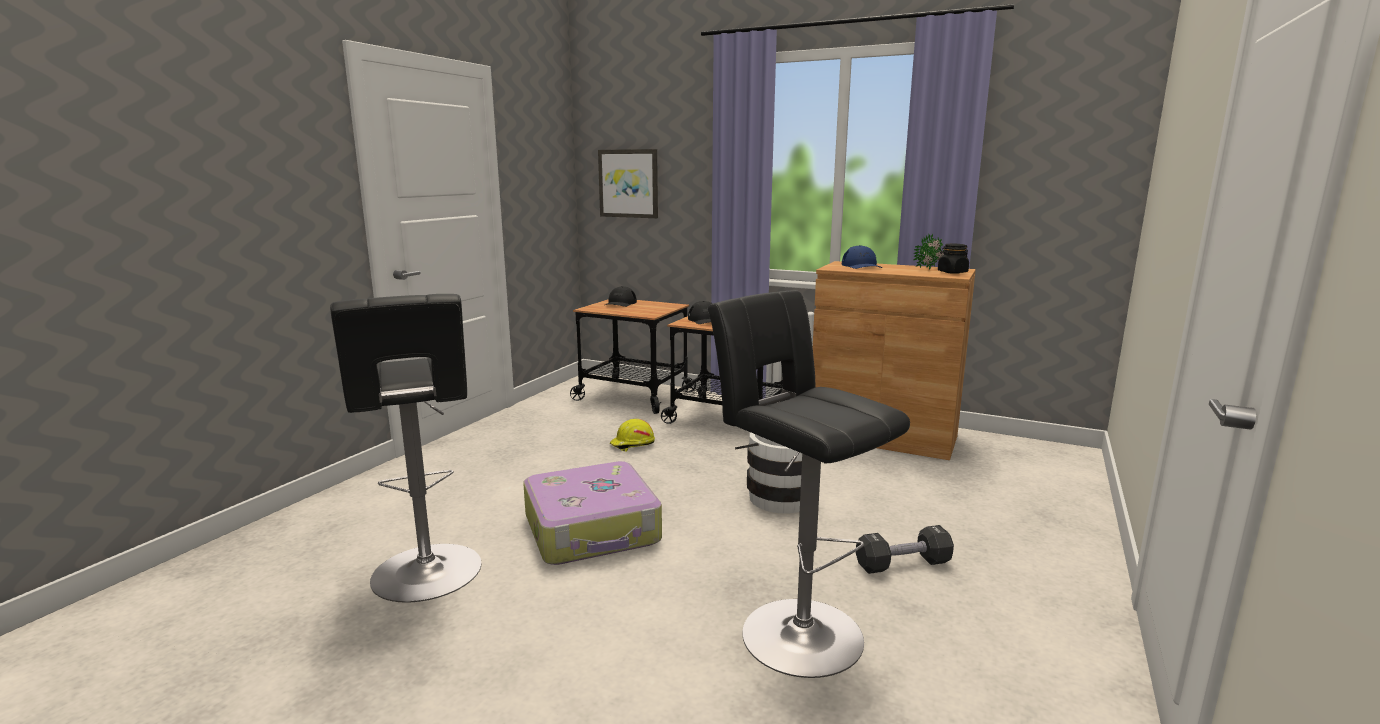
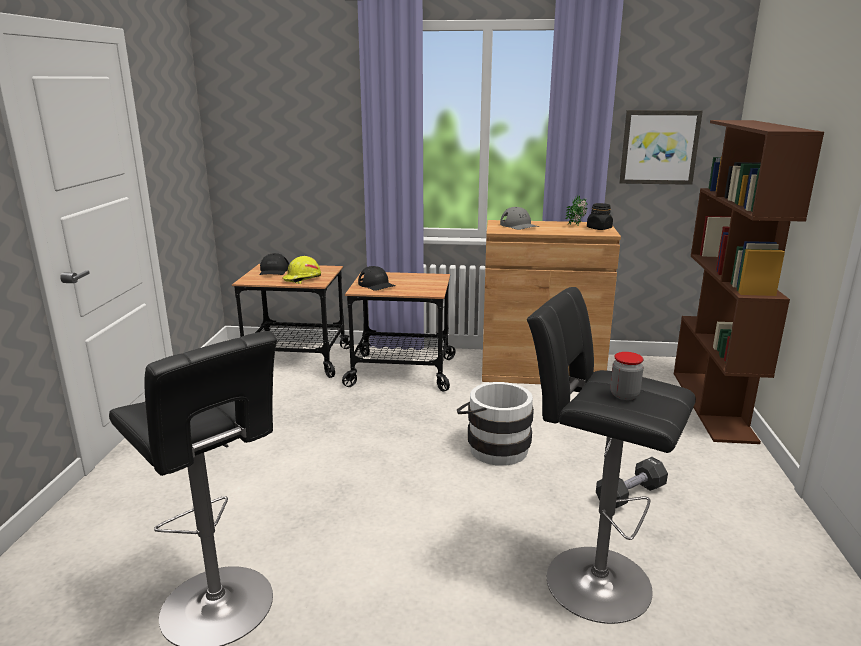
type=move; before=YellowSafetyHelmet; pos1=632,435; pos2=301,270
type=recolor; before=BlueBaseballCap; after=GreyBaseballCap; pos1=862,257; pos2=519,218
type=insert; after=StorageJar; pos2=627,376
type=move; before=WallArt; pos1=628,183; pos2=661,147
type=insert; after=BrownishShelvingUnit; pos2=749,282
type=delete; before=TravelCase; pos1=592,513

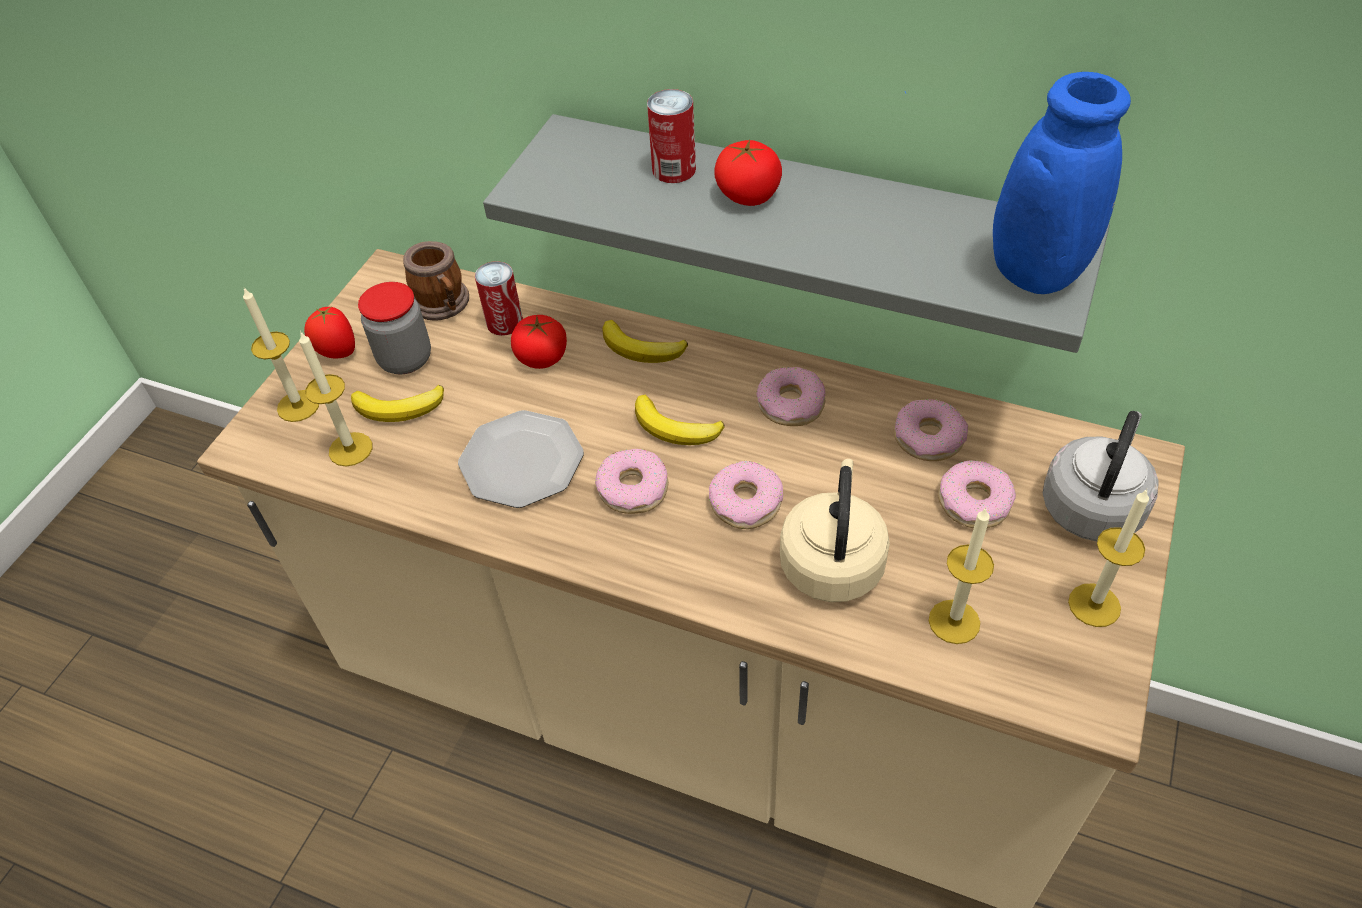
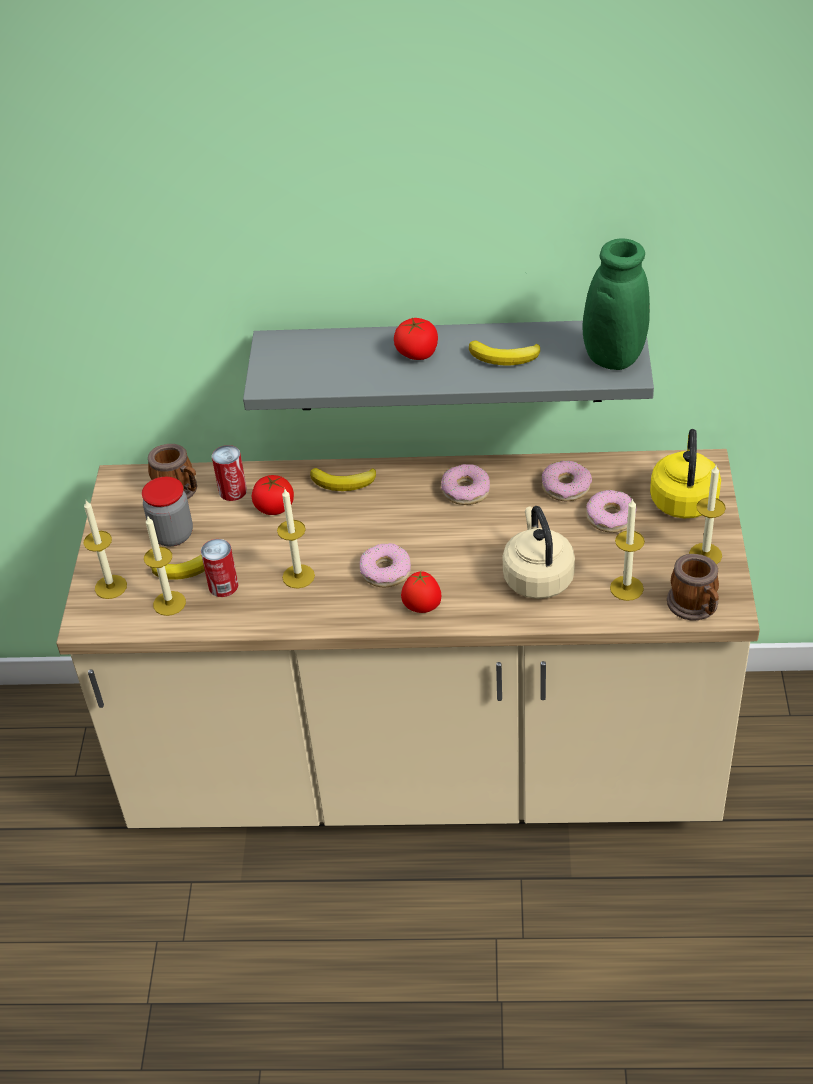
type=move; before=MetalCan; pos1=671,136; pos2=219,568
type=replace; before=DinnerPlate; after=Candle; pos1=521,459; pos2=296,538
type=move; before=FreshTomato; pos1=329,332; pos2=421,592
type=move; before=Banana; pos1=680,420; pos2=504,352
type=recolor; before=BlueFlowerVase; after=GreenishFlowerVase; pos1=1018,183; pos2=588,304
type=recolor; before=GreyTeaKettle; after=YellowTeaKettle; pos1=1100,476; pos2=685,473
type=insert; after=TeaMug; pos2=693,587
type=delete; before=Donut; pos1=746,495

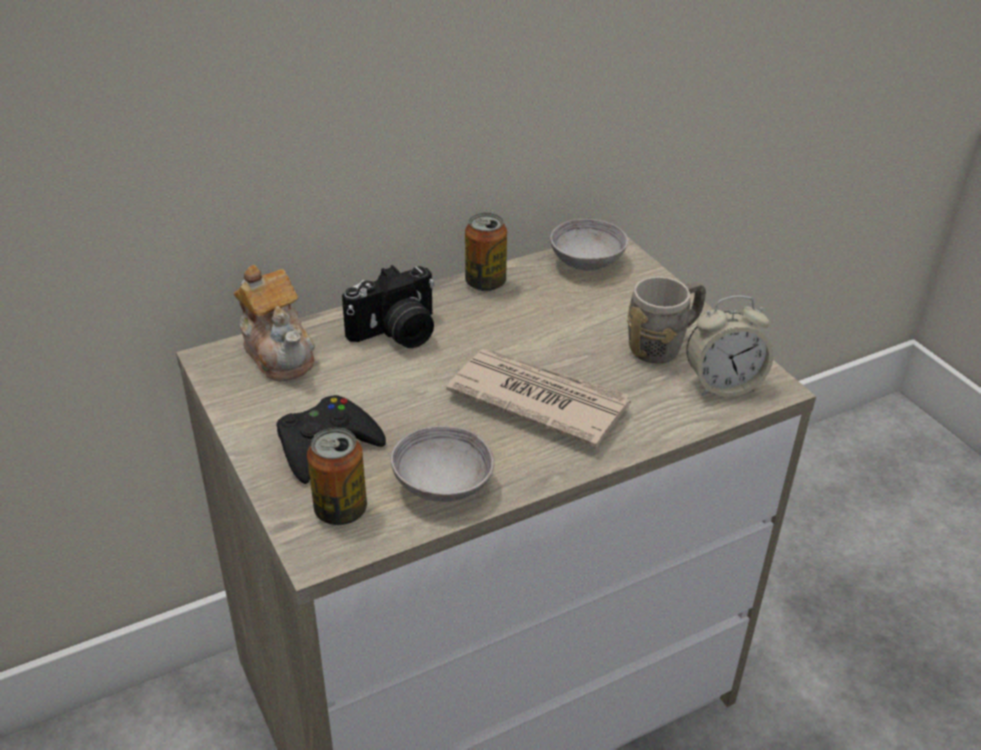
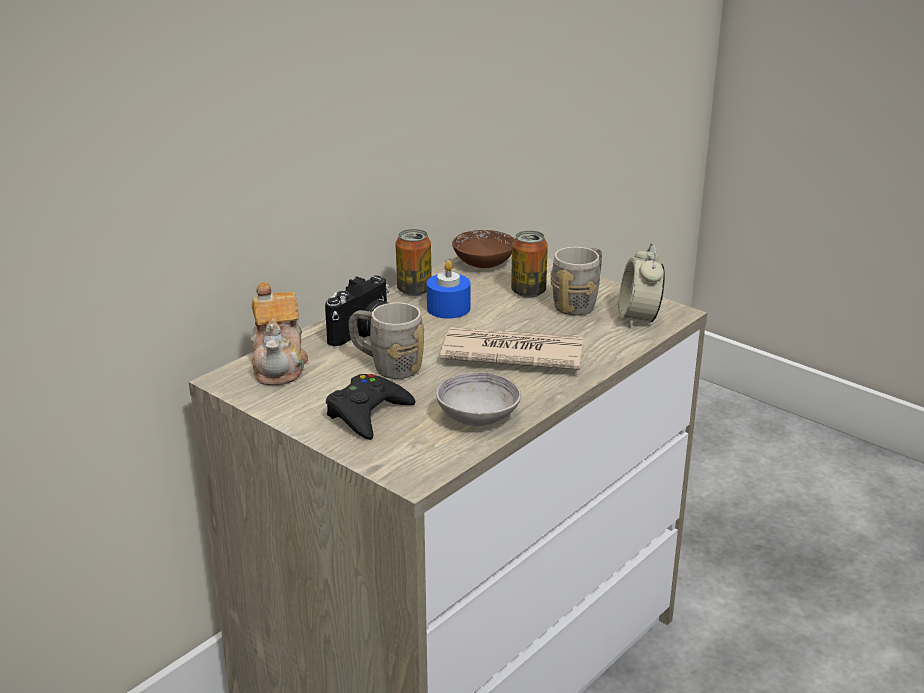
type=rotate; before=TeaPot; pos1=274,323; pos2=279,333; turn=45
type=insert; after=GreyTeaMug; pos2=386,341
type=insert; after=BlueCandle; pos2=449,290
type=recolor; before=GreyBowl; after=BrownishBowl; pos1=589,245; pos2=483,249
type=move; before=MetalCan; pos1=337,476; pos2=529,264
type=rotate; before=BedsideClock; pos1=729,346; pos2=642,285; turn=120

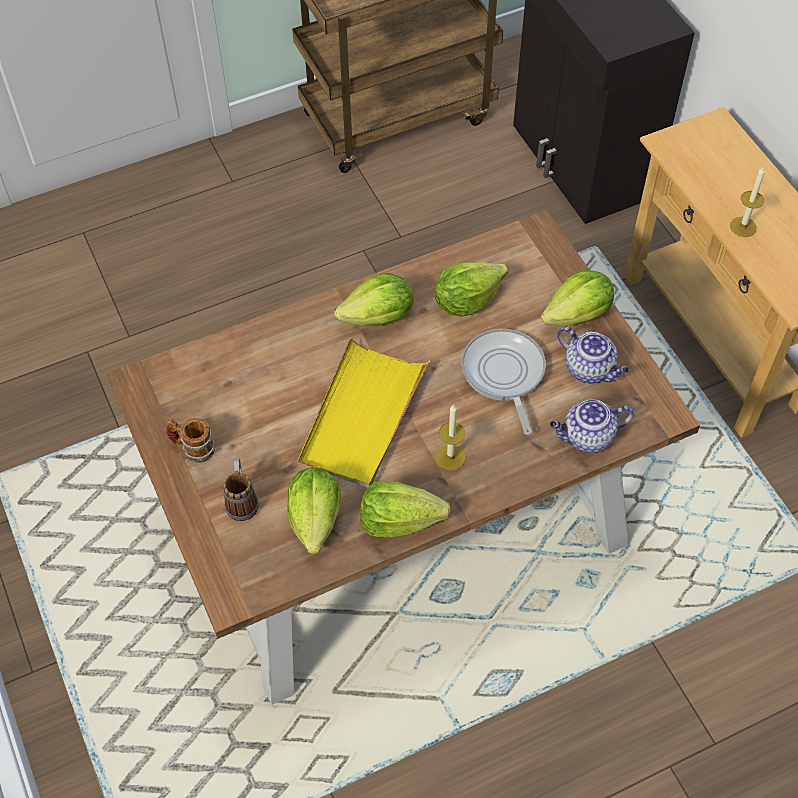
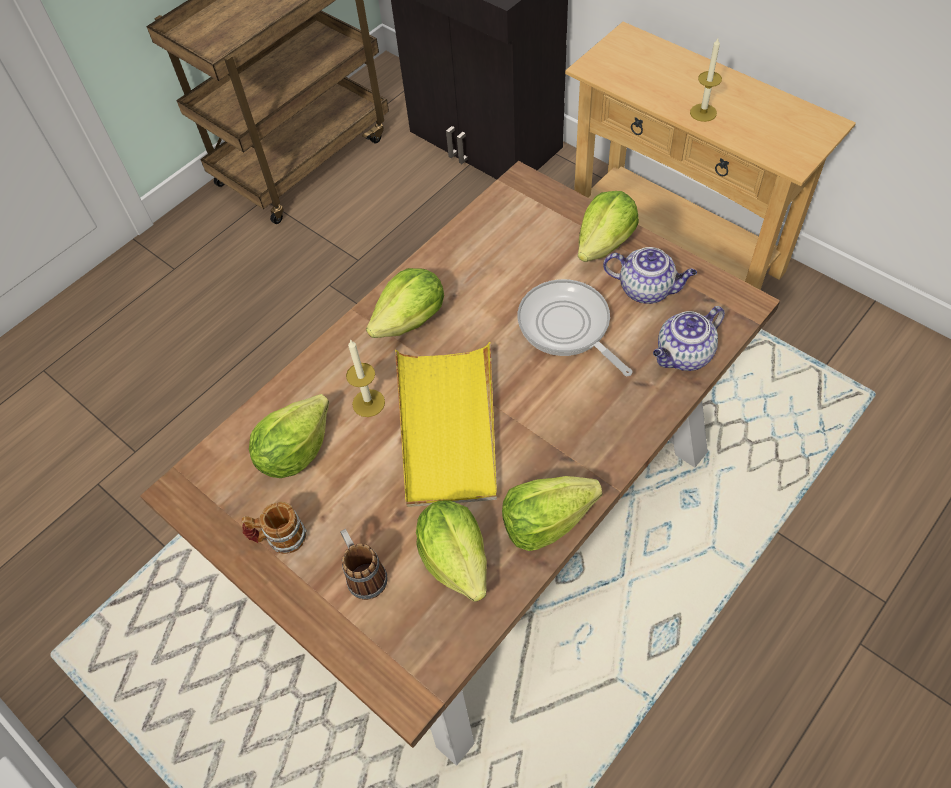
type=move; before=Lettuce; pos1=471,289; pos2=289,436
type=move; before=Candle; pos1=451,437; pos2=365,378

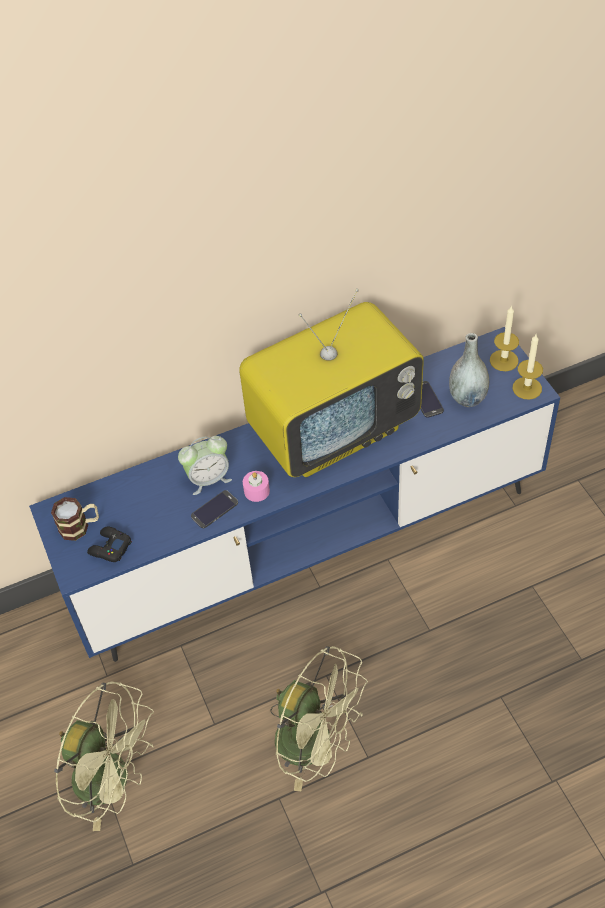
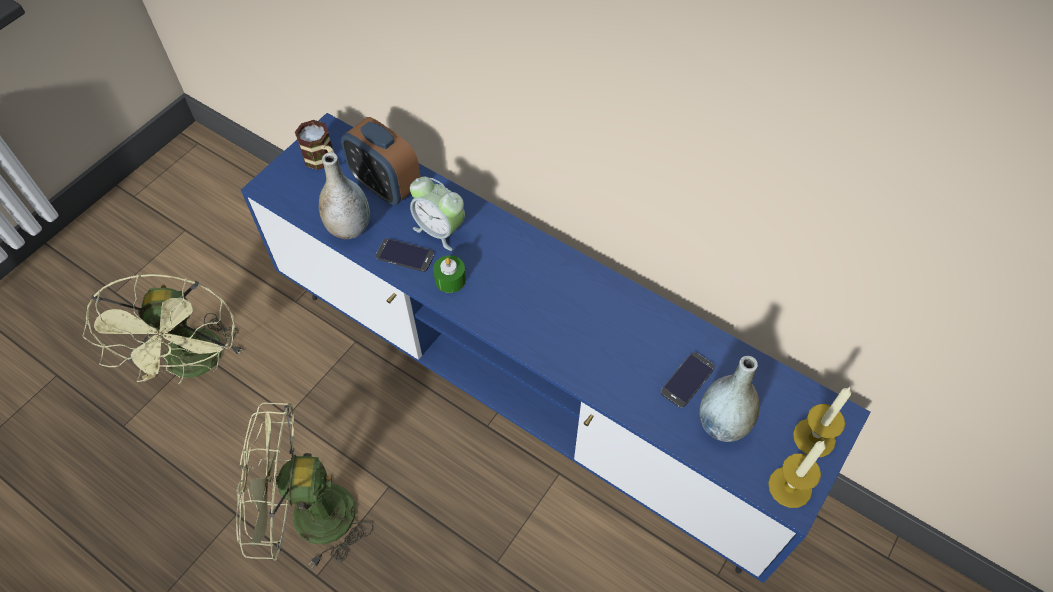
type=rotate; before=GreenishElectricFan; pos1=319,718; pos2=304,485; turn=90
type=insert; after=GreyFlowerVase; pos2=344,195
type=insert; after=BedsideClock; pos2=381,161
type=recolor; before=PinkishCandle; after=GreenishCandle; pos1=256,486; pos2=449,274
type=delete; before=BlackColouredGameController; pos1=109,544
type=delete; before=TvSet; pos1=332,383

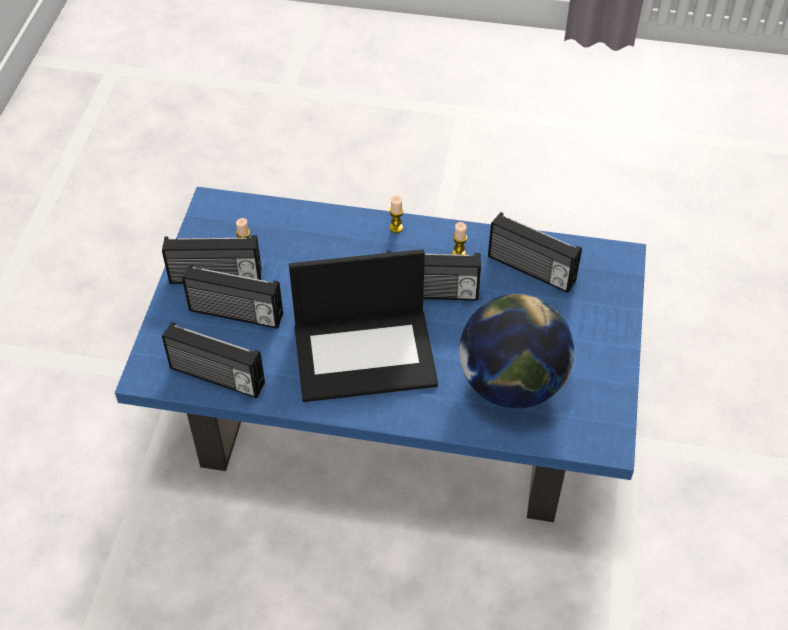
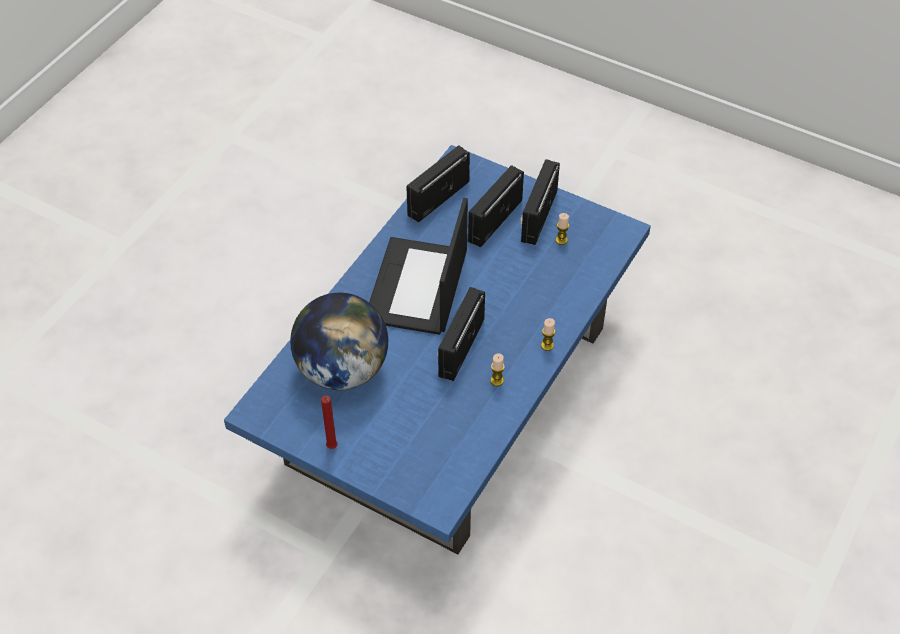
type=insert; after=ReddishCandle; pos2=329,422
type=delete; before=RadioSet; pos1=535,252

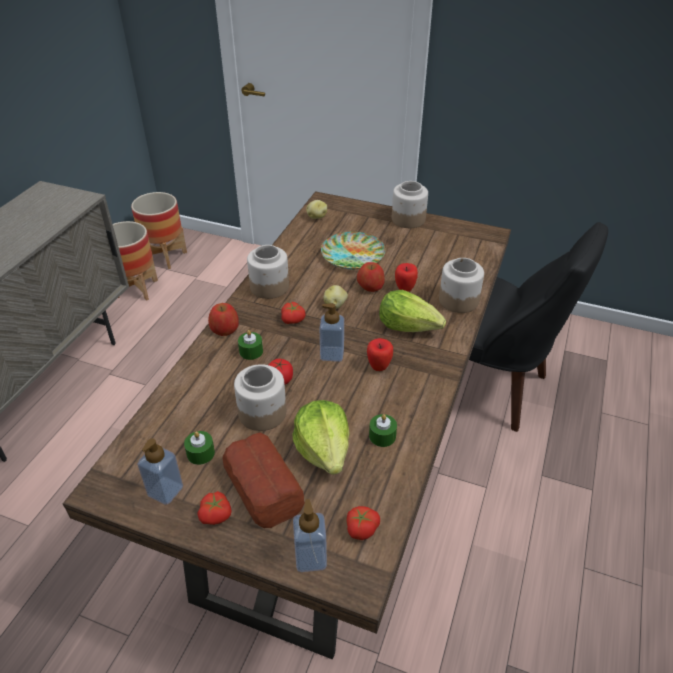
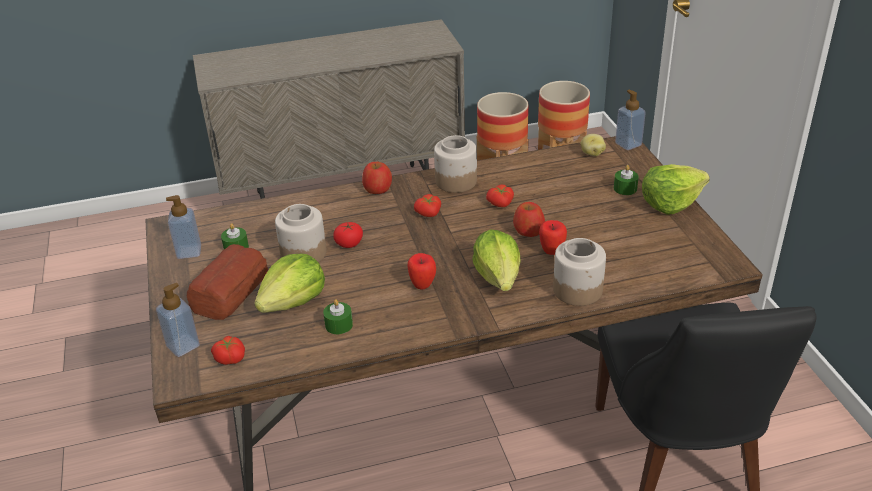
type=move; before=FreshTomato; pos1=215,508; pos2=500,195
type=move; before=GreenishCandle; pos1=250,345; pos2=626,180
type=move; before=SoapDispenser; pos1=332,332; pos2=630,120
type=replace; before=StorageJar; after=Lettuce; pos1=410,204; pos2=676,189
type=delete; before=DinnerPlate; pos1=353,251
type=delete; before=WholePotato; pos1=336,297

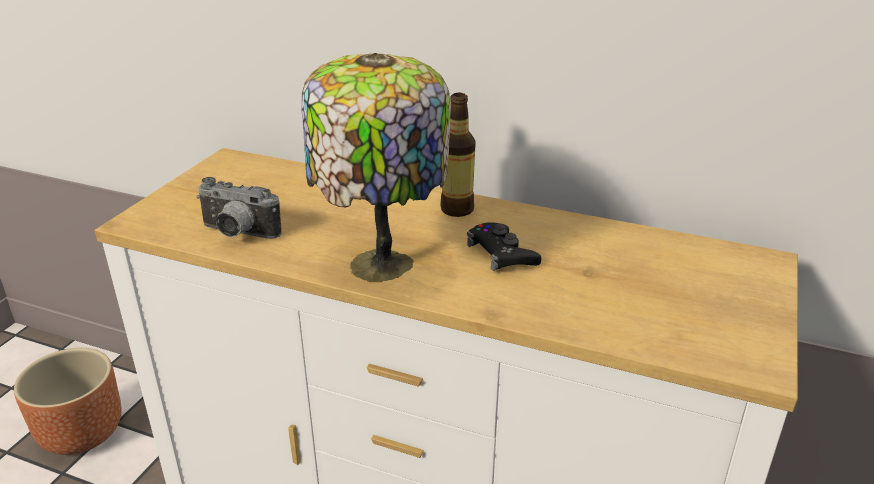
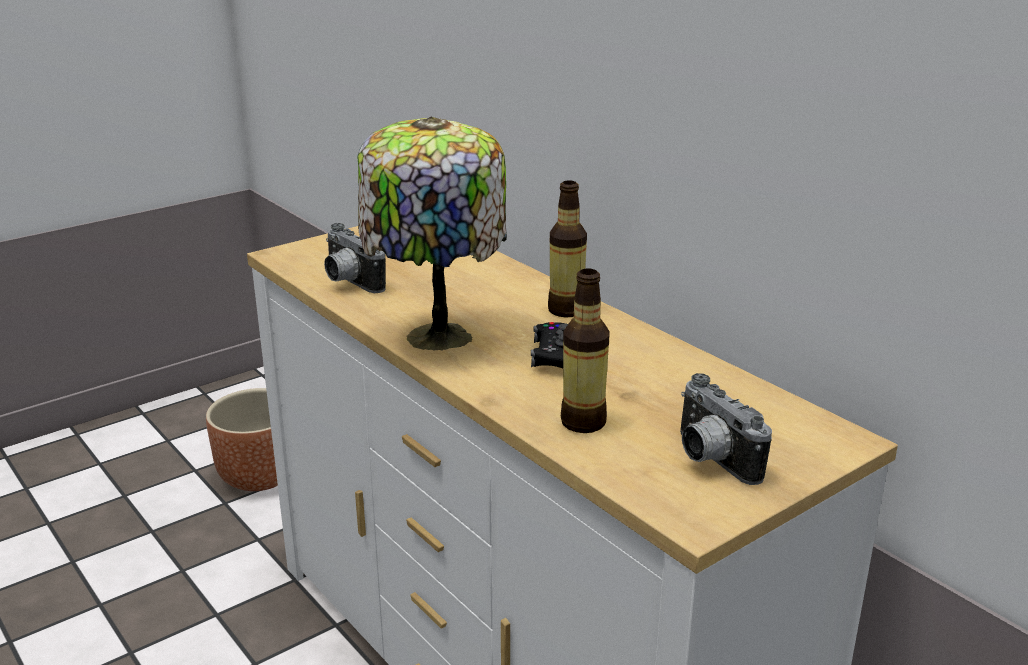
type=insert; after=Bottle; pos2=585,351
type=insert; after=PhotoCamera; pos2=726,429

